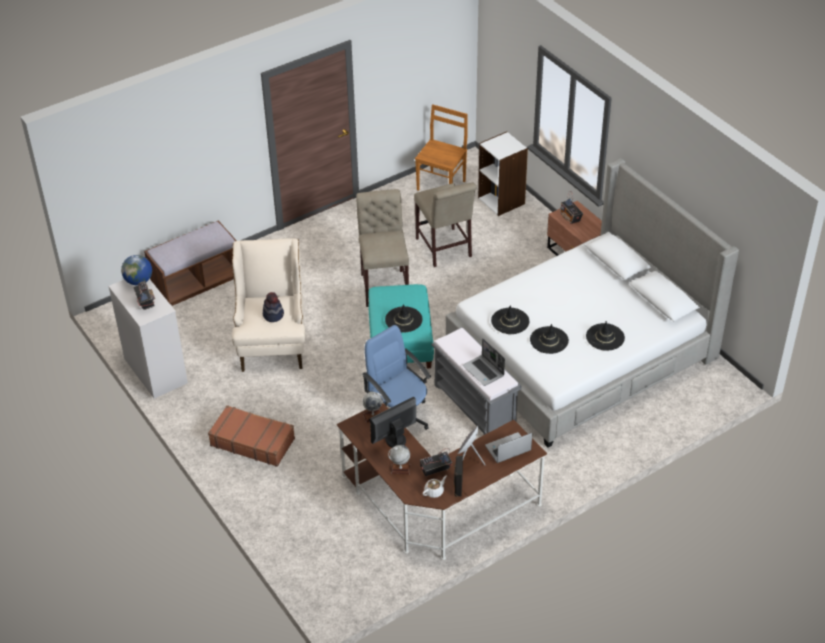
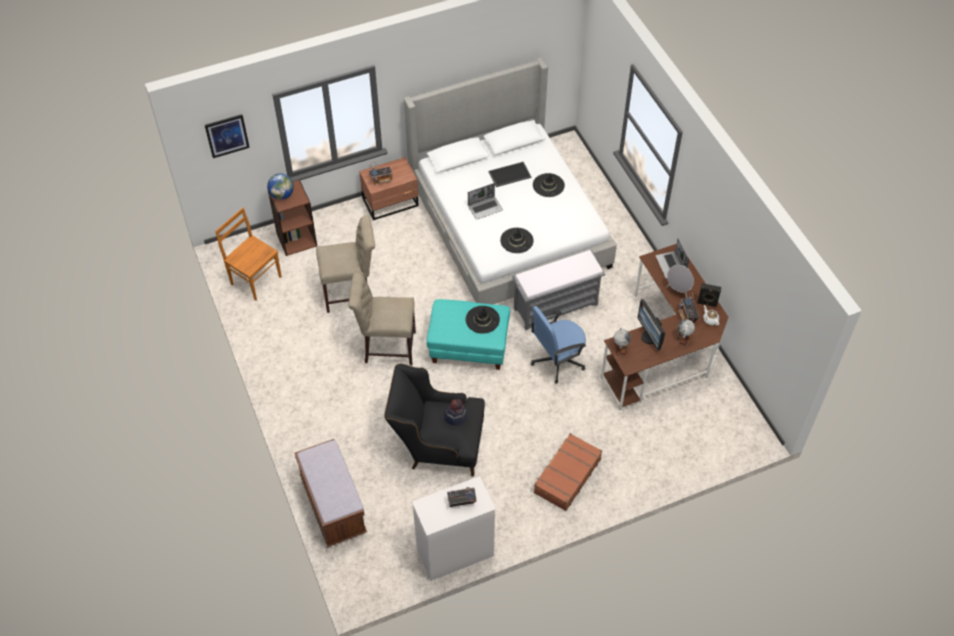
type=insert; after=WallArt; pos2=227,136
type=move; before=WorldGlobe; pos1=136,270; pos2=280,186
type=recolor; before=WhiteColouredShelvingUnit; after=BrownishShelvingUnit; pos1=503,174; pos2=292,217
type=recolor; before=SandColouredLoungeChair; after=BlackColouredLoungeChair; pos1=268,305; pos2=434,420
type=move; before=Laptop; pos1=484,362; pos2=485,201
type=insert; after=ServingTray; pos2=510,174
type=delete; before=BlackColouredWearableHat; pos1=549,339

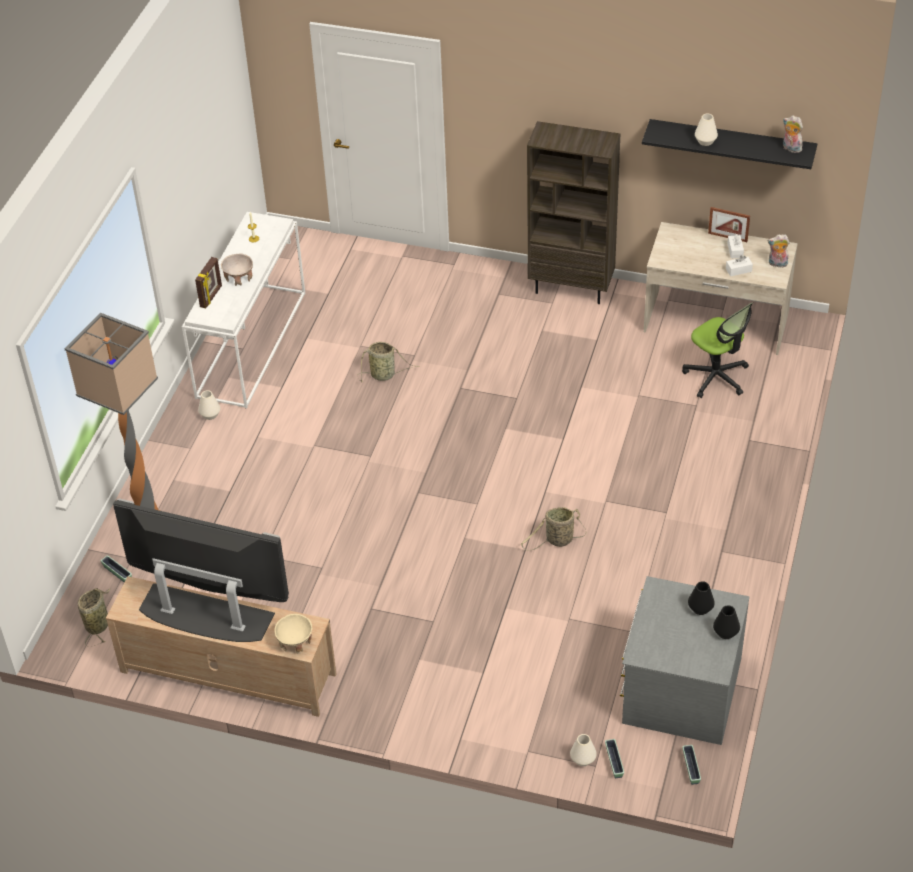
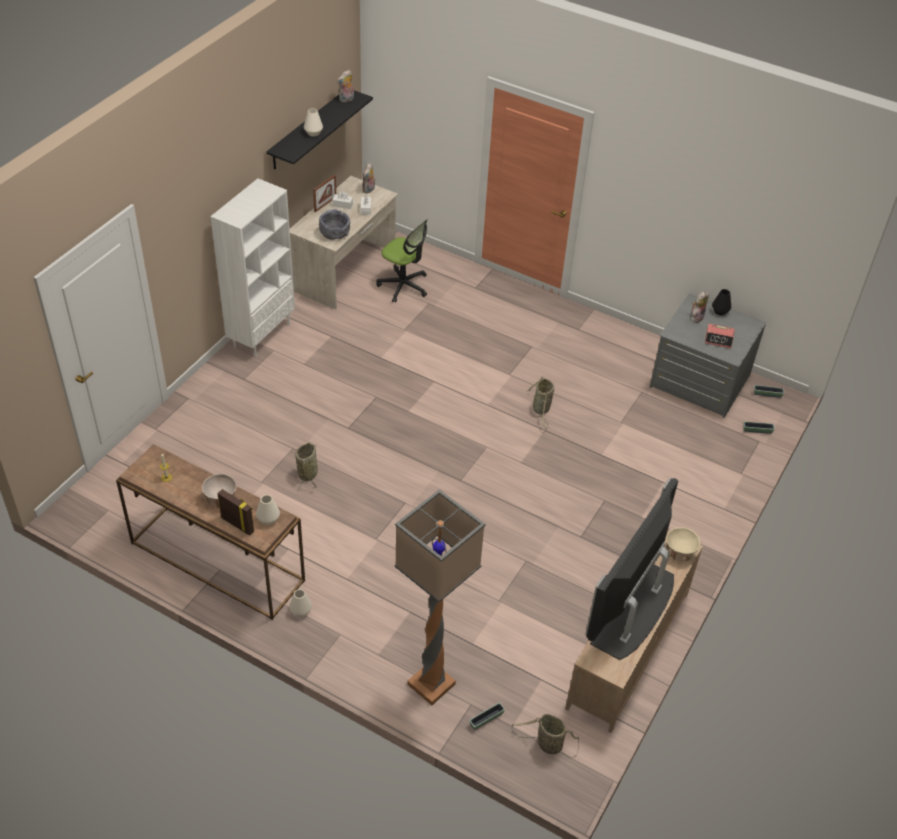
type=recolor; before=WhiteColouredNarrowTable; after=BrownishNarrowTable; pos1=244,310; pos2=210,532
type=recolor; before=BrownishShelvingUnit; after=WhiteColouredShelvingUnit; pos1=573,212; pos2=252,267
type=move; before=WhiteColouredFlowerVase; pos1=583,750; pos2=268,510
type=insert; after=GreyBowl; pos2=334,224
type=rotate; before=ComputerChair; pos1=717,350; pos2=402,260; turn=60
type=replace; before=BlackColouredFlowerVase; after=PlushToy; pos1=701,598; pos2=699,307
type=insert; after=BedsideClock; pos2=720,336

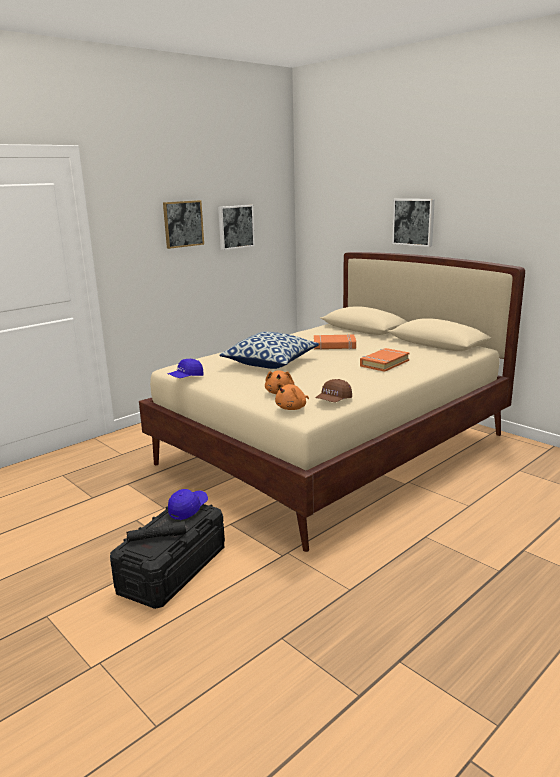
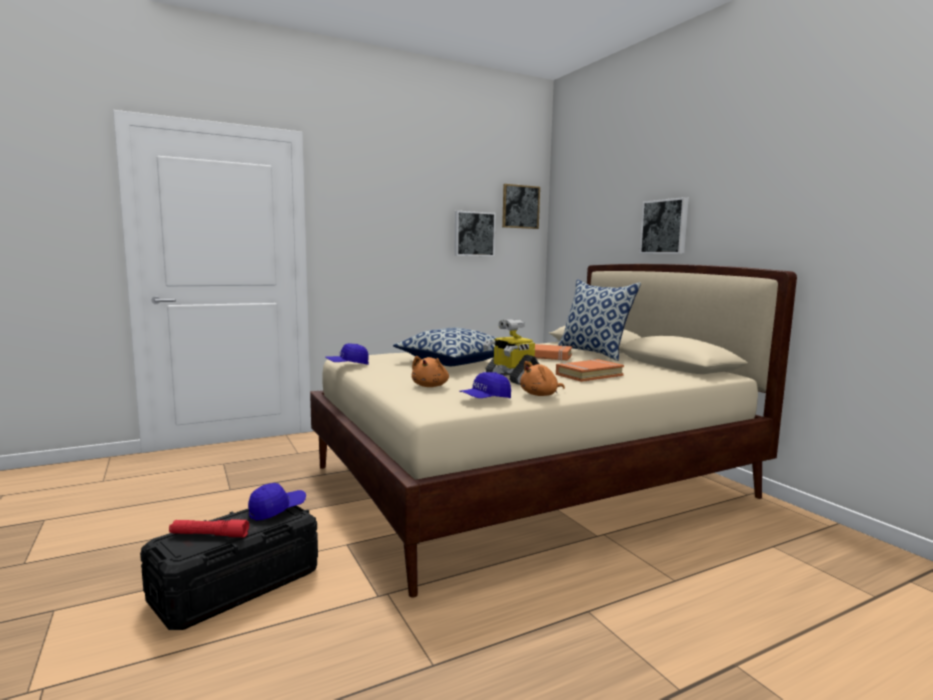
type=recolor; before=BlackColouredTorch; after=ReddishTorch; pos1=156,531; pos2=209,528
type=recolor; before=BrownishBaseballCap; after=BlueBaseballCap; pos1=333,390; pos2=485,385
type=insert; after=ModelRobot; pos2=511,352
type=move; before=WallArt; pos1=183,224; pos2=521,206
type=move; before=OrangeyPlushToy; pos1=292,396; pos2=542,378
type=insert; after=Cushion; pos2=599,320

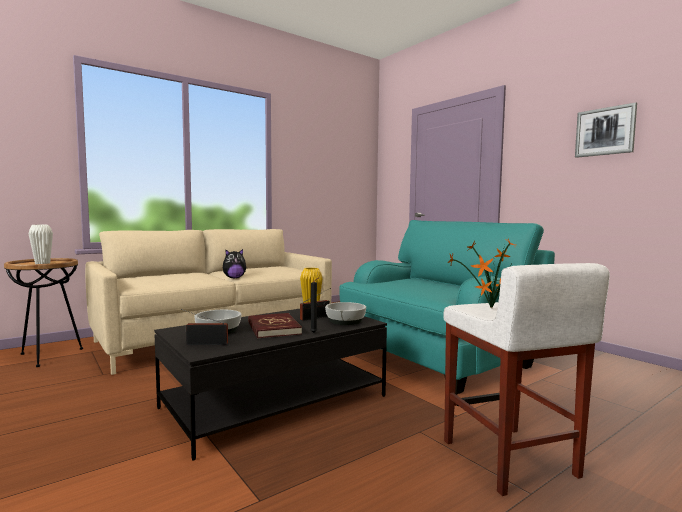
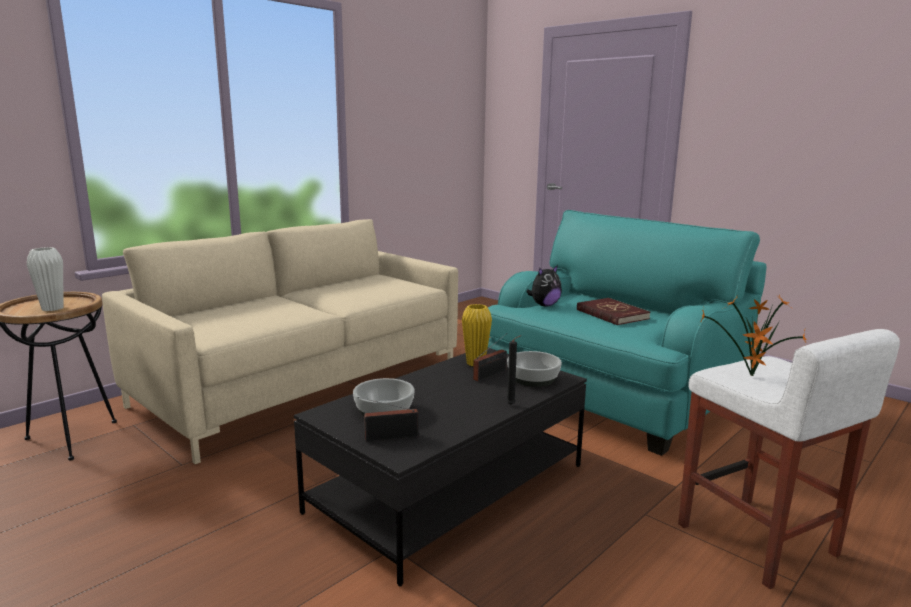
type=move; before=PlushToy; pos1=235,264; pos2=544,285
type=move; before=ReddishBoundBook; pos1=275,326; pos2=613,311
type=delete; before=WallArt; pos1=606,130

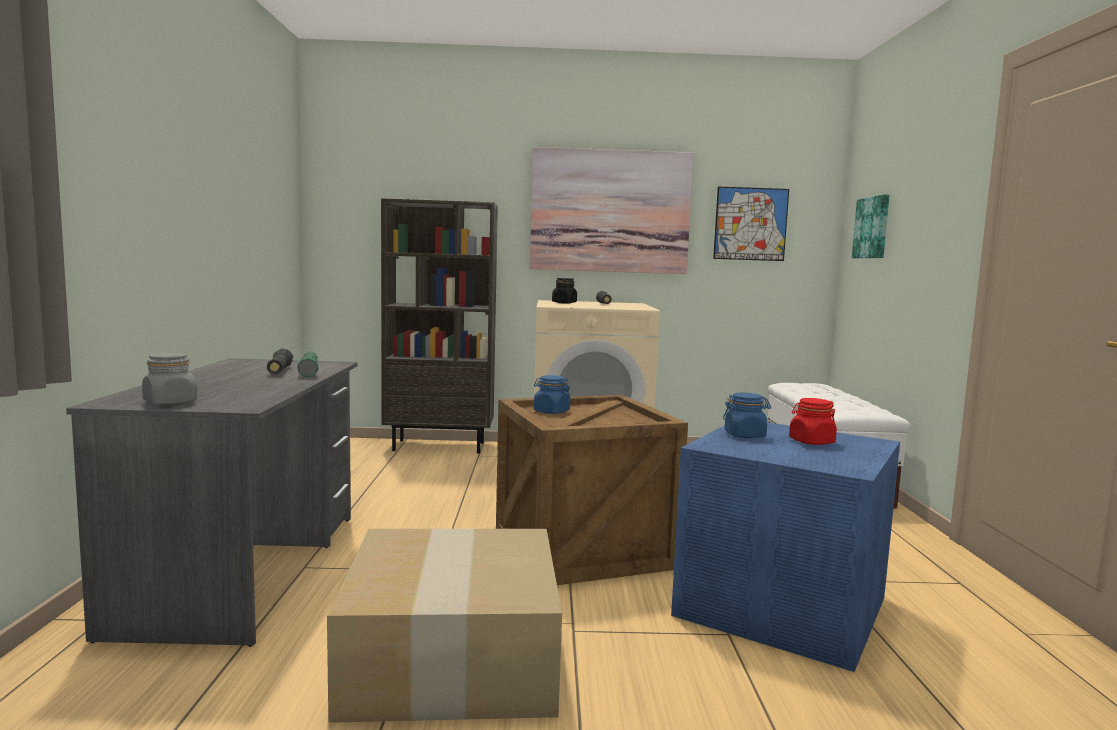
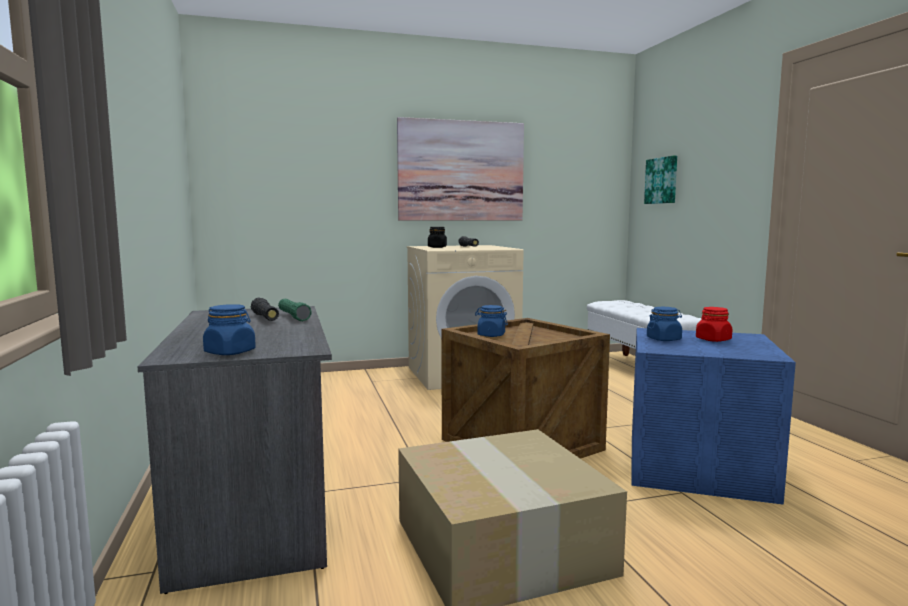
type=recolor; before=GreyStorageJar; after=BlueStorageJar; pos1=169,378; pos2=229,329
type=delete; before=BrownishShelvingUnit; pos1=439,325
type=delete; before=WallArt; pos1=751,224

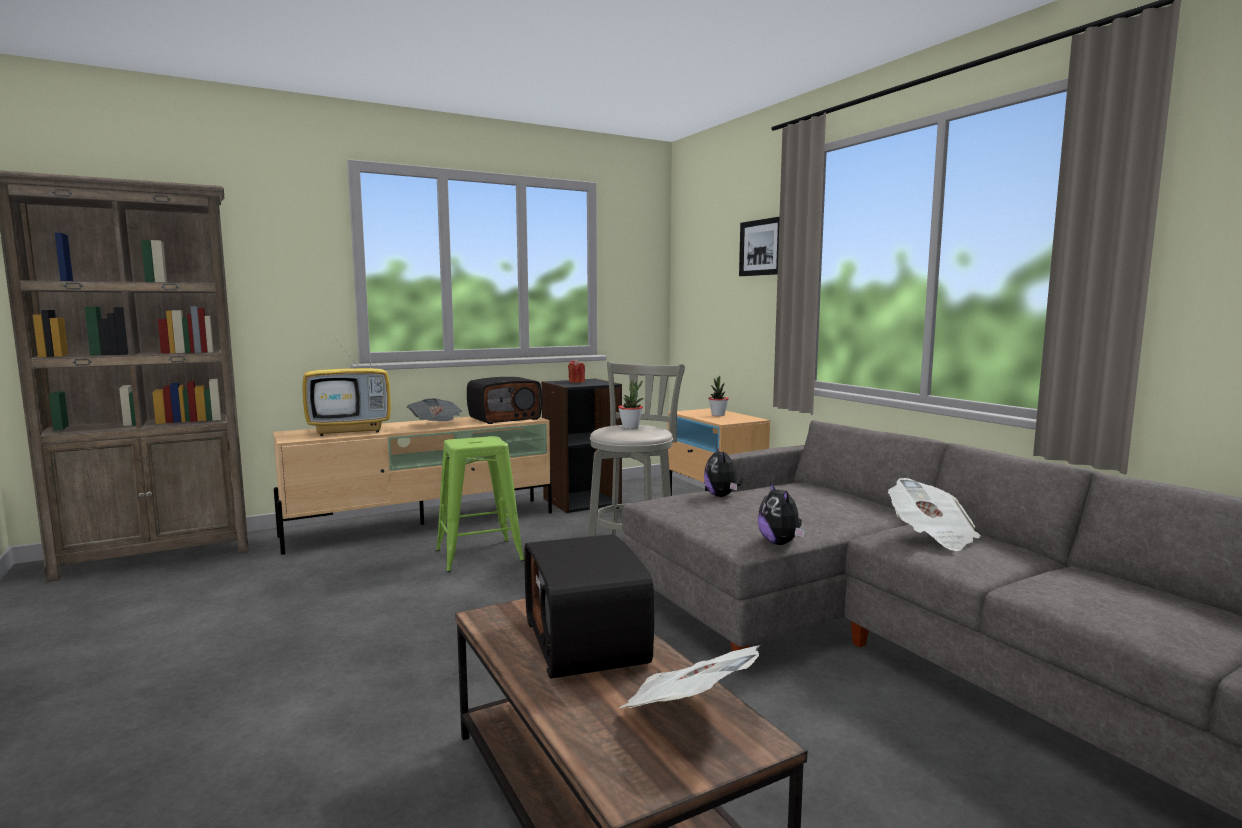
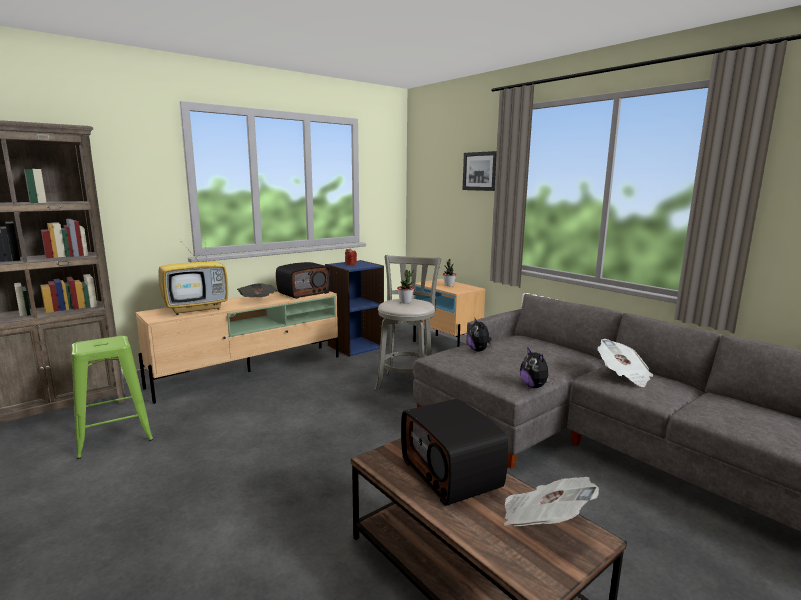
type=move; before=GreenishStool; pos1=480,504; pos2=112,397
type=recolor; before=BlackColouredShelvingUnit; after=BlueShelvingUnit; pos1=581,445; pos2=354,308

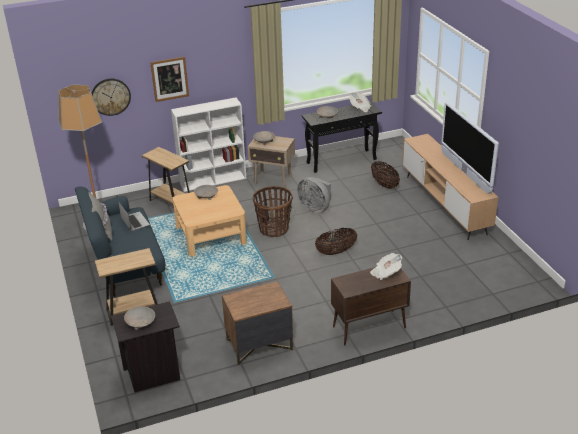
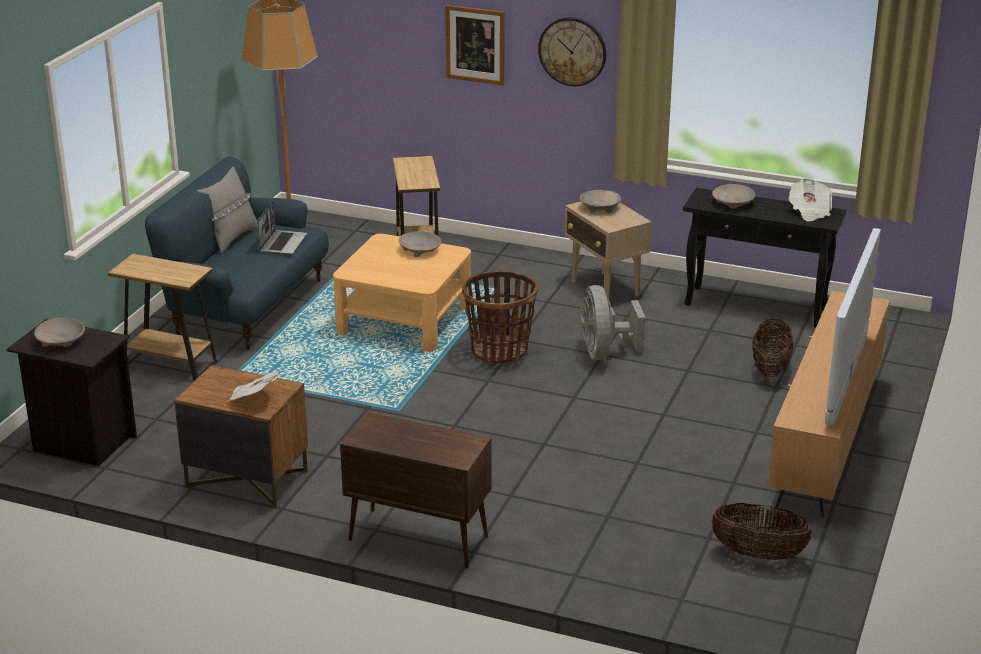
type=move; before=Newspaper; pos1=386,266; pos2=253,386
type=move; before=ClockOnTheWall; pos1=111,97; pos2=572,51
type=move; before=Basket; pos1=336,241; pos2=761,531
type=delete; before=WhiteColouredShelvingUnit; pos1=209,144

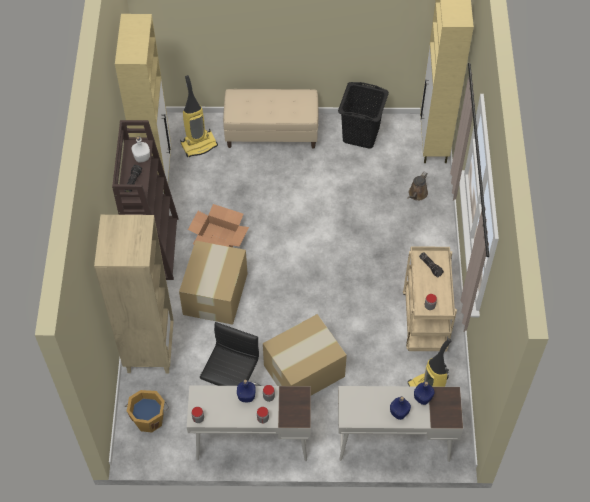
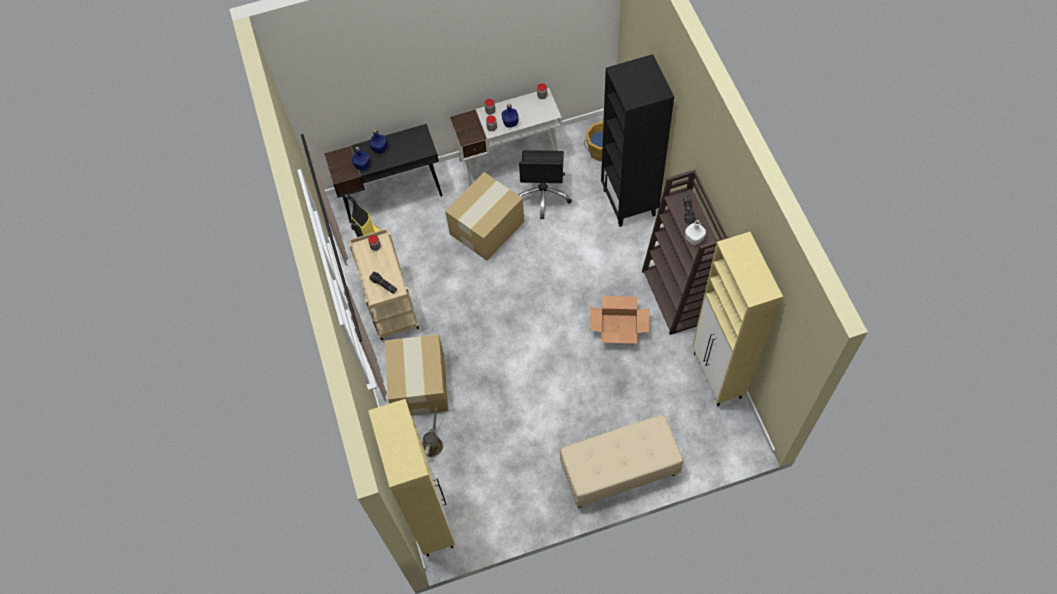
type=recolor; before=WhiteColouredDeskUnit; after=BlackColouredDeskUnit; pos1=400,424; pos2=383,173
type=move; before=Carton; pos1=213,282; pos2=416,374
type=recolor; before=SandColouredShelvingUnit; after=BlackColouredShelvingUnit; pos1=134,294; pos2=637,140
type=delete; before=Vacuum; pos1=199,116
type=delete; before=BlackColouredWashingBasket; pos1=363,115

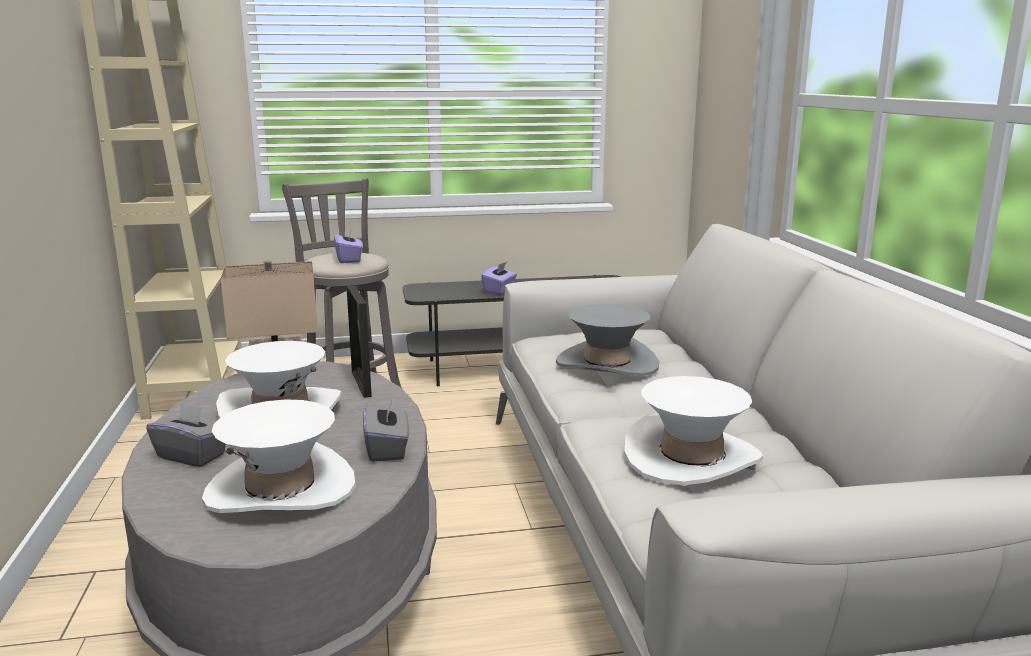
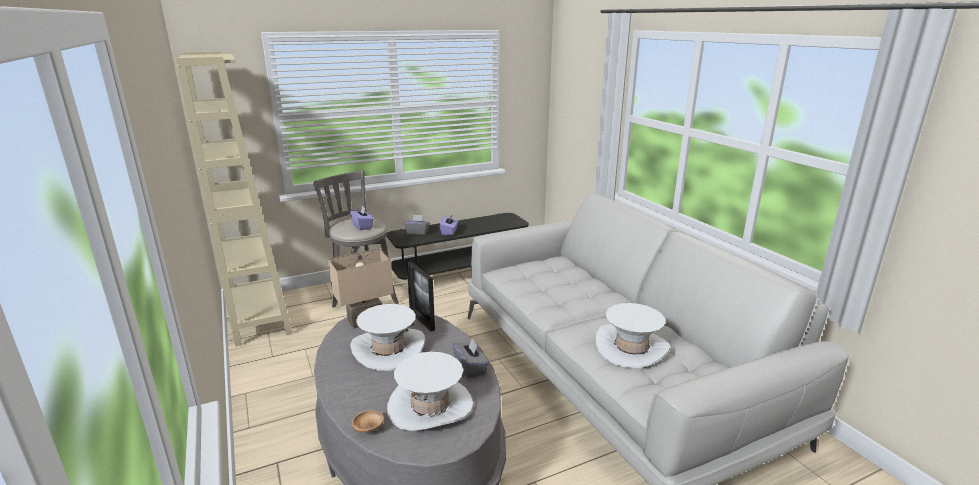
type=insert; after=BrownishBowl; pos2=368,421
type=move; before=GreyTissueBox; pos1=186,434; pos2=417,225
type=delete; before=GreyWearableHat; pos1=607,340

